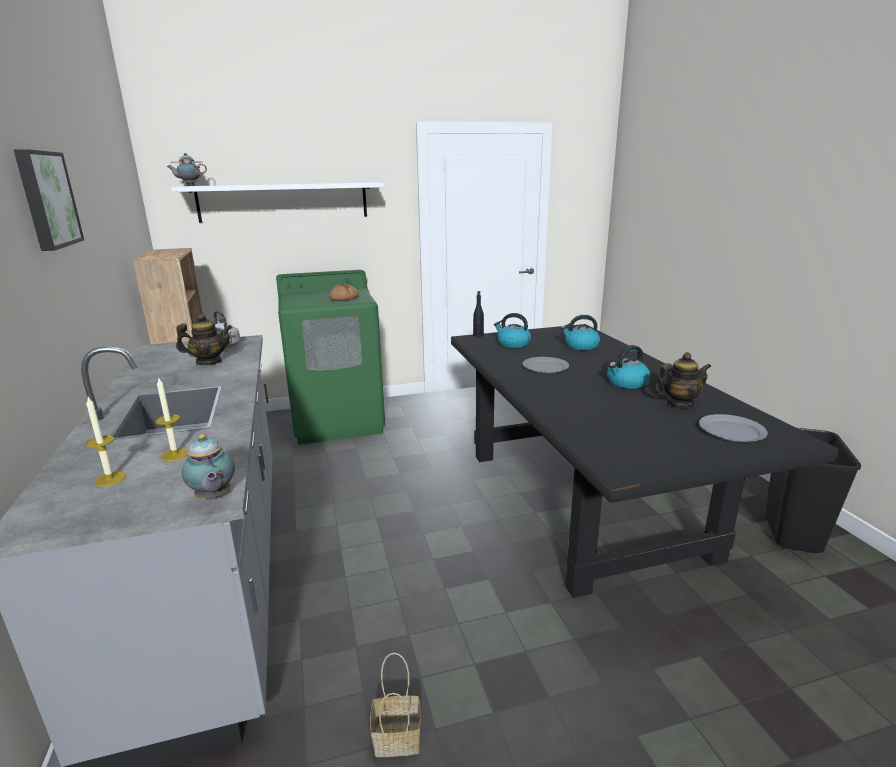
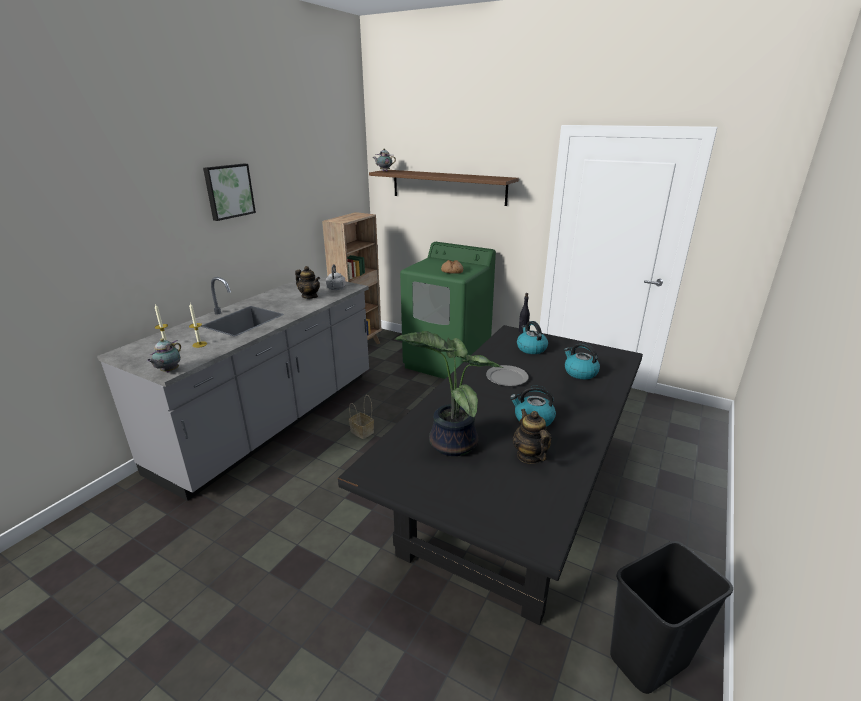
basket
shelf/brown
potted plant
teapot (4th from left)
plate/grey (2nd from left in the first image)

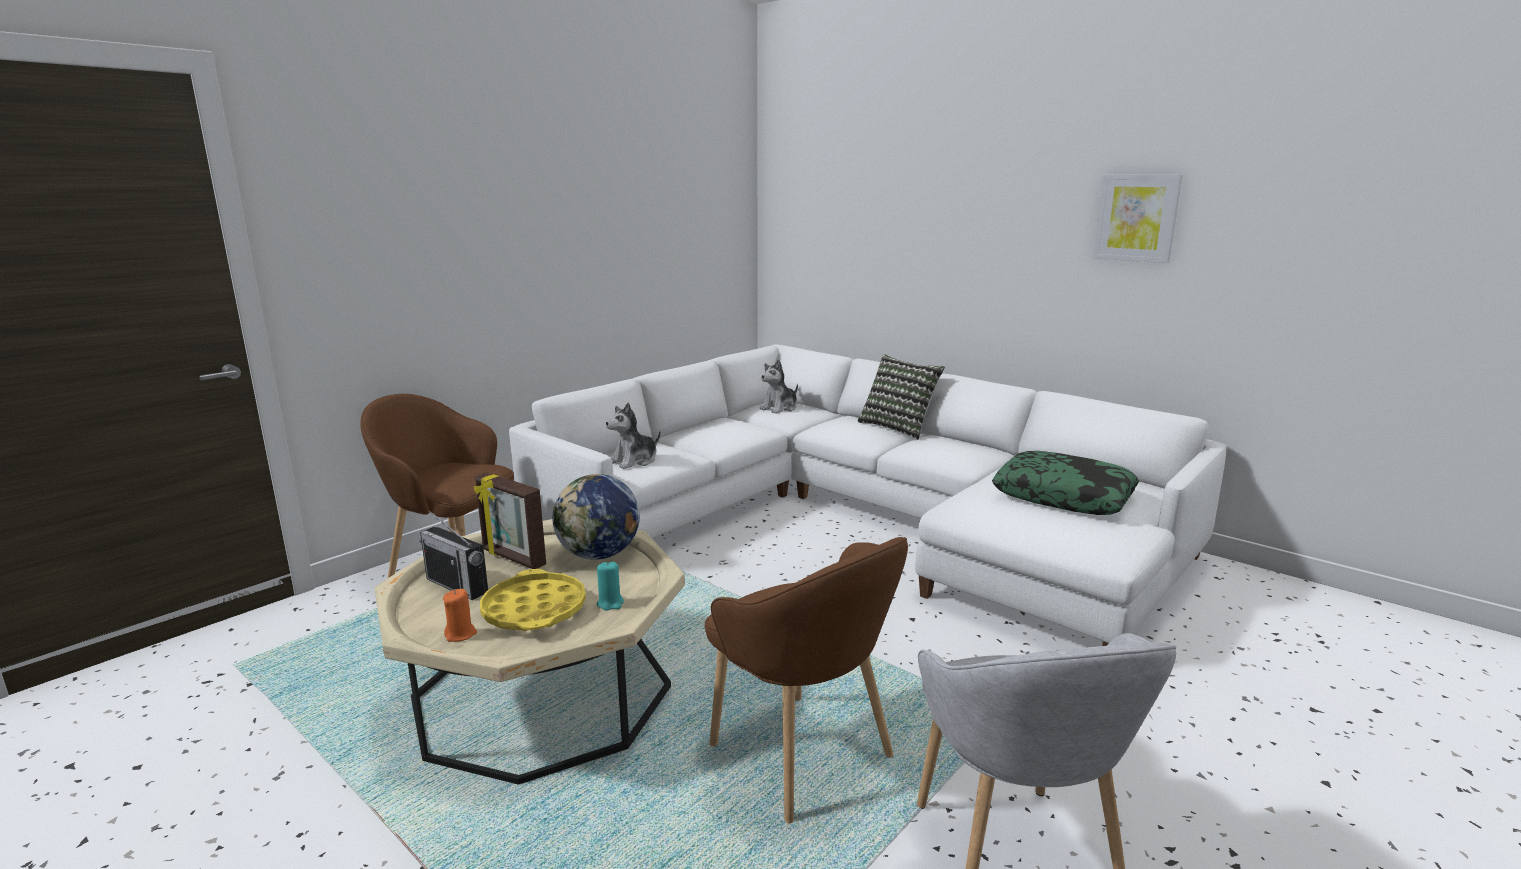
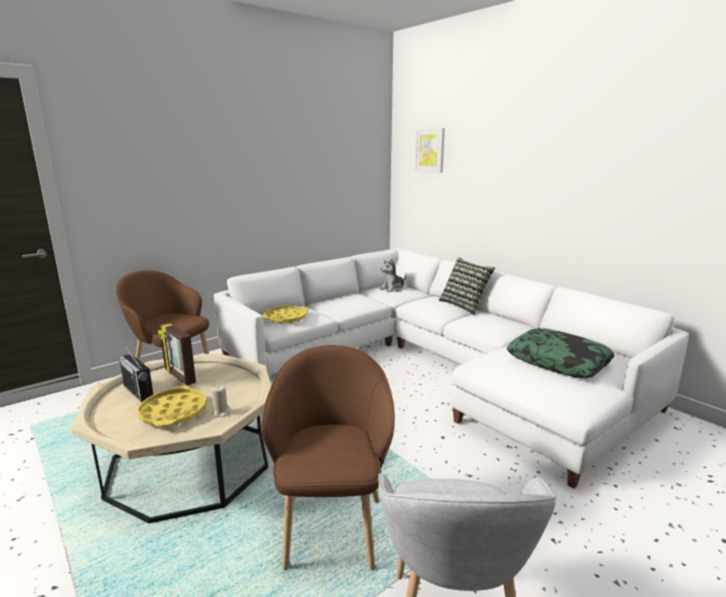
candle/beige
armchair/brown (2nd from left)
tray/yellow (2nd from left)
picture
candle/orange
globe

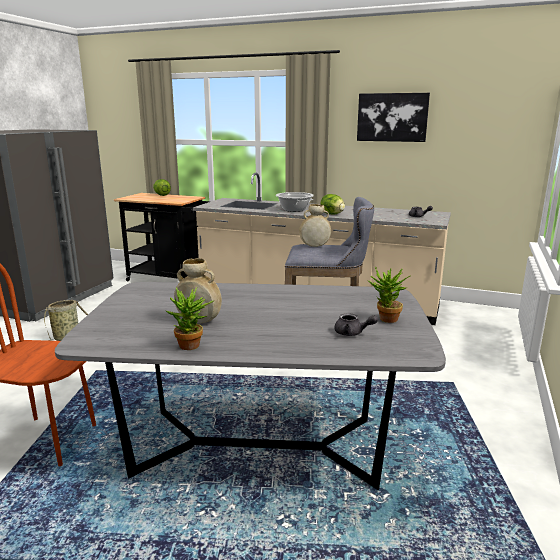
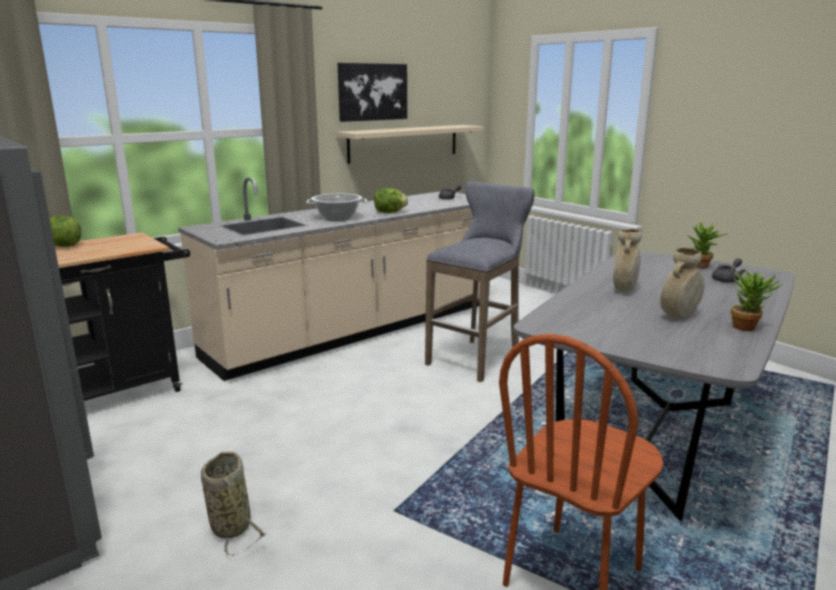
shelf/beige
vase/beige (1st from left)

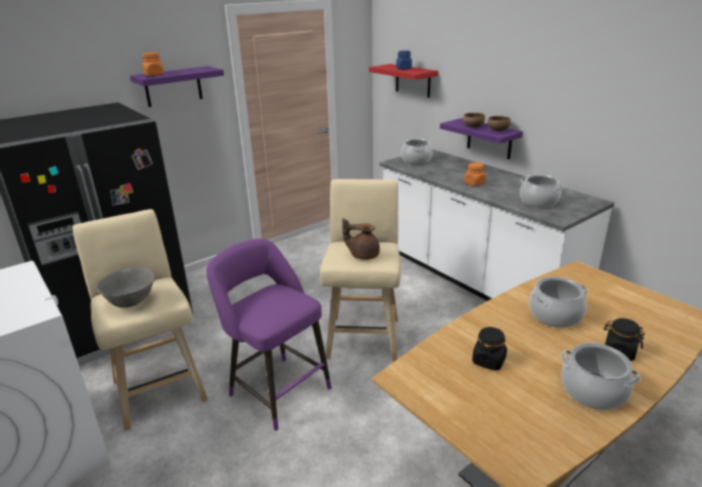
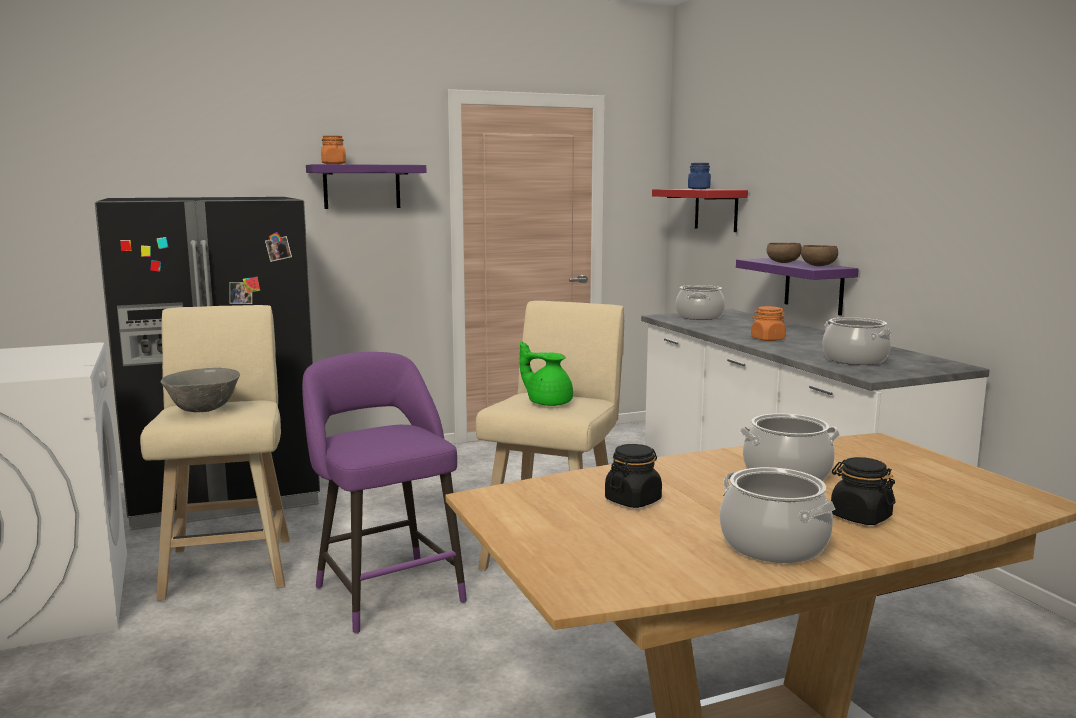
teapot/green

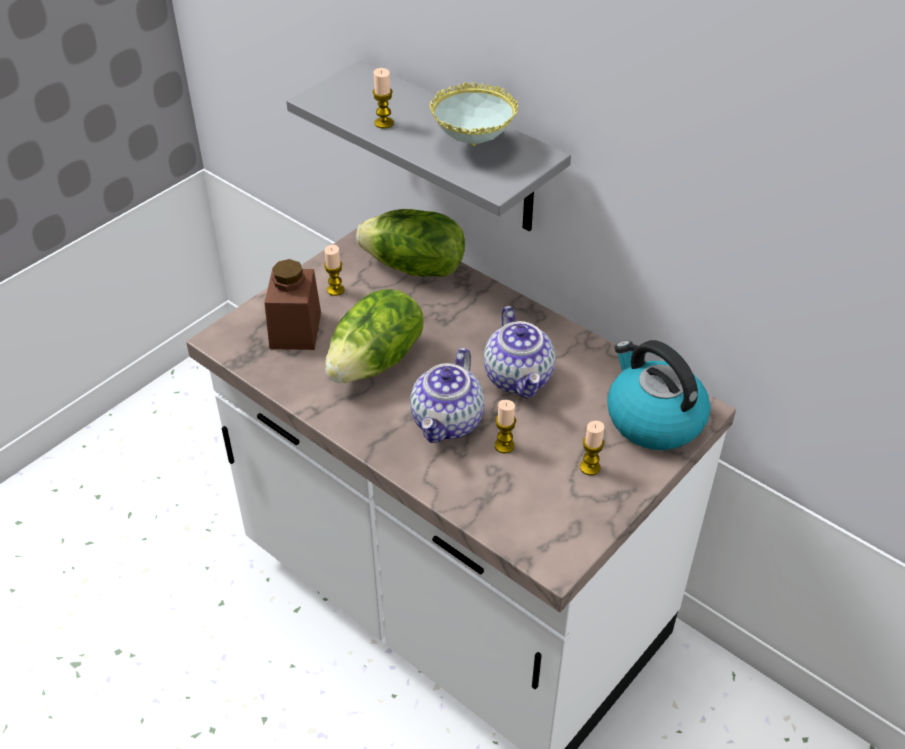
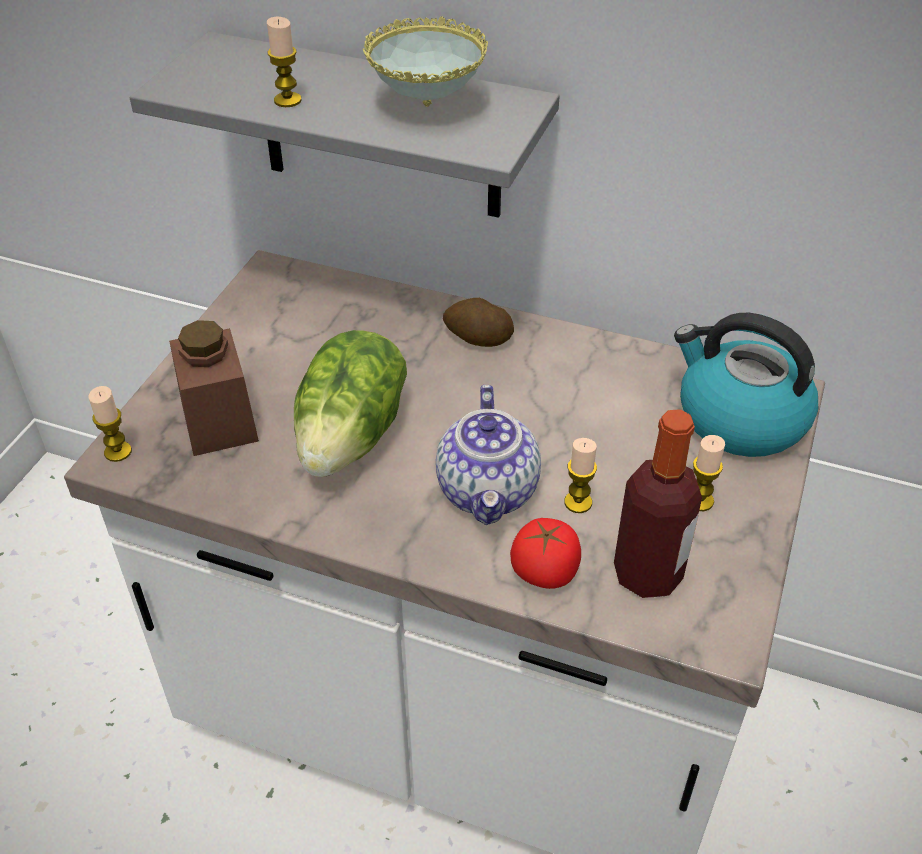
candle (1st from left)
potato
tomato
bottle
lettuce (2nd from left in the first image)
teapot (2nd from left in the first image)

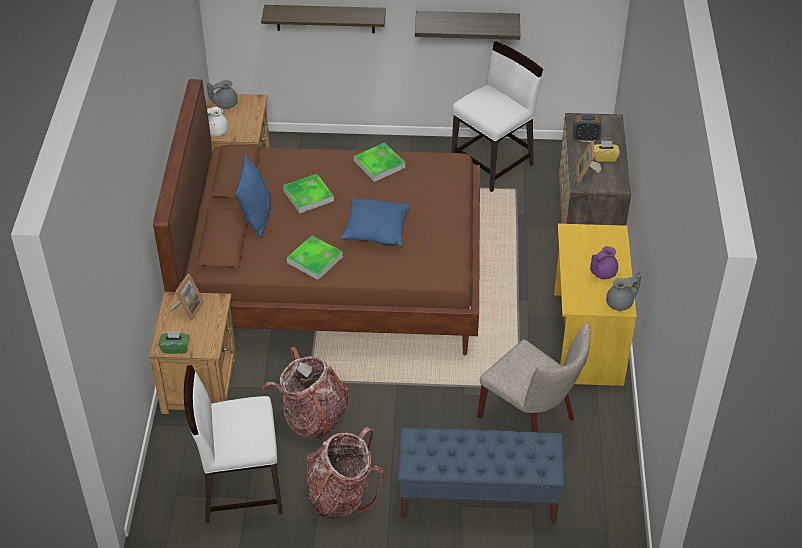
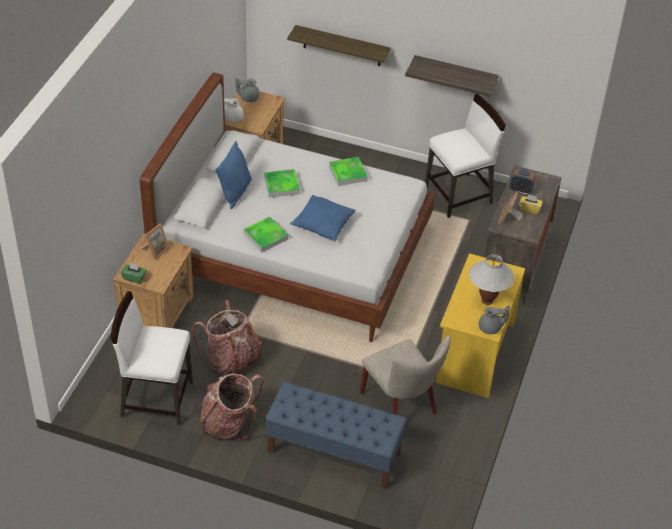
bed/white
table lamp/white

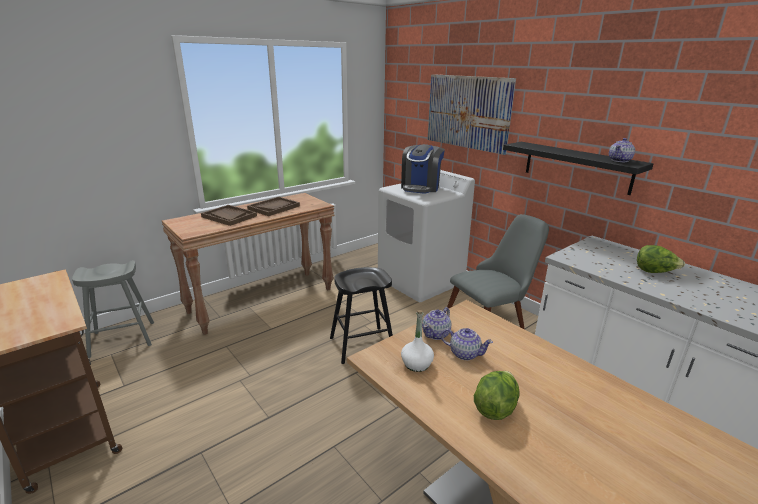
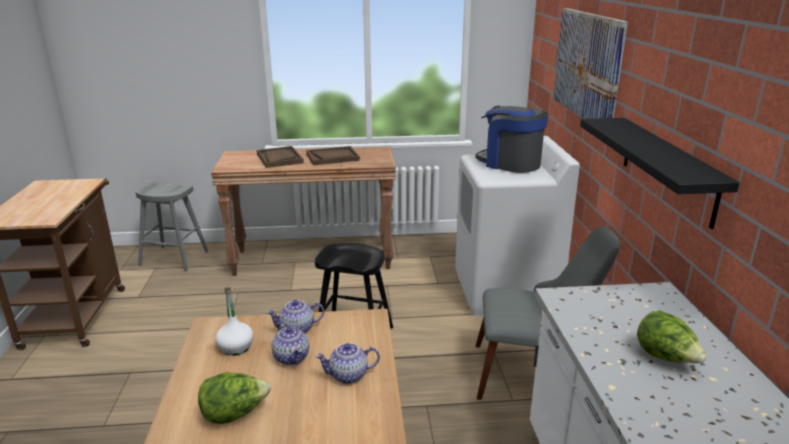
teapot (3rd from left)
coffee machine

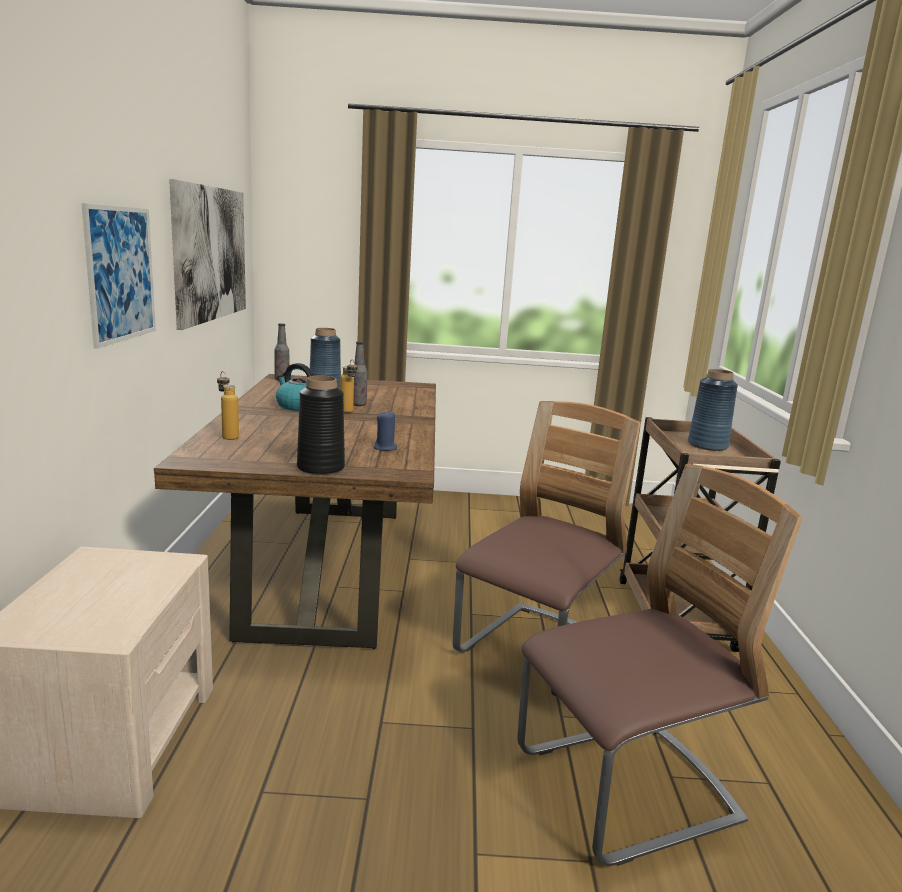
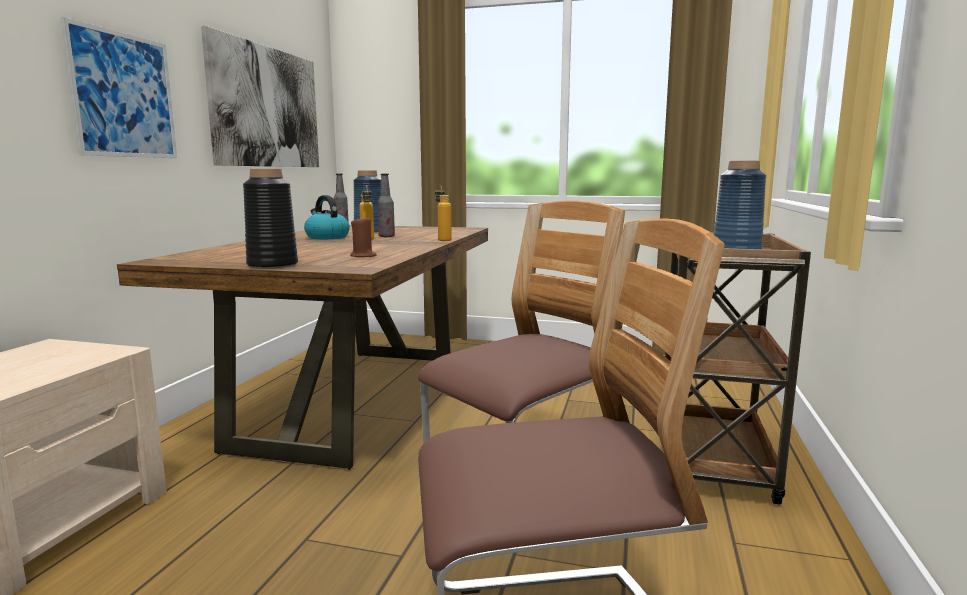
candle/brown
bottle (4th from left)

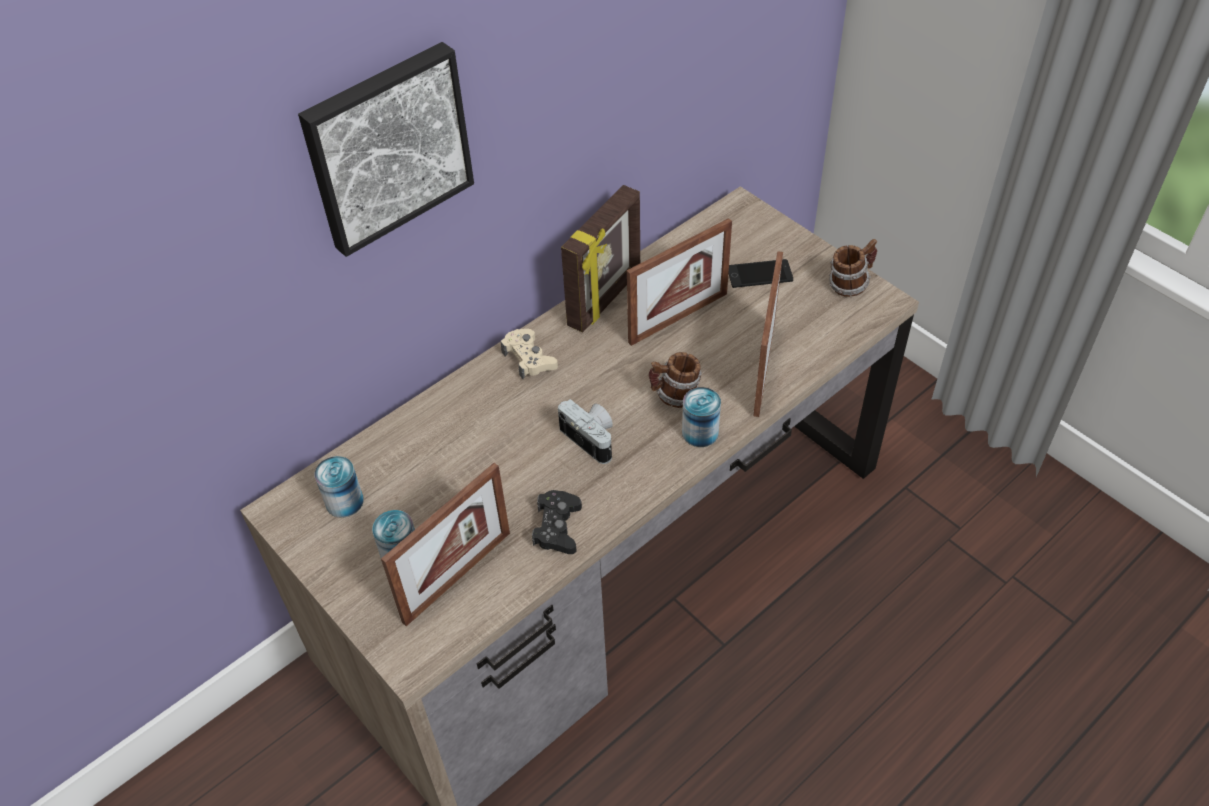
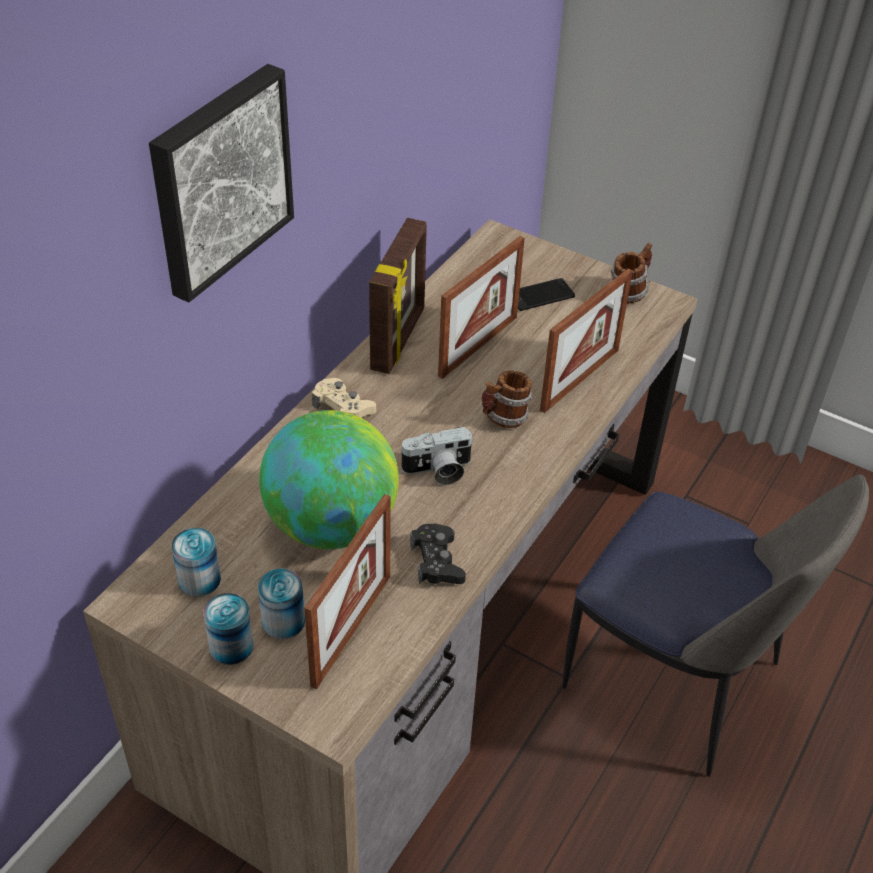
can (2nd from left)
globe
photo camera
picture frame (4th from left)
chair

